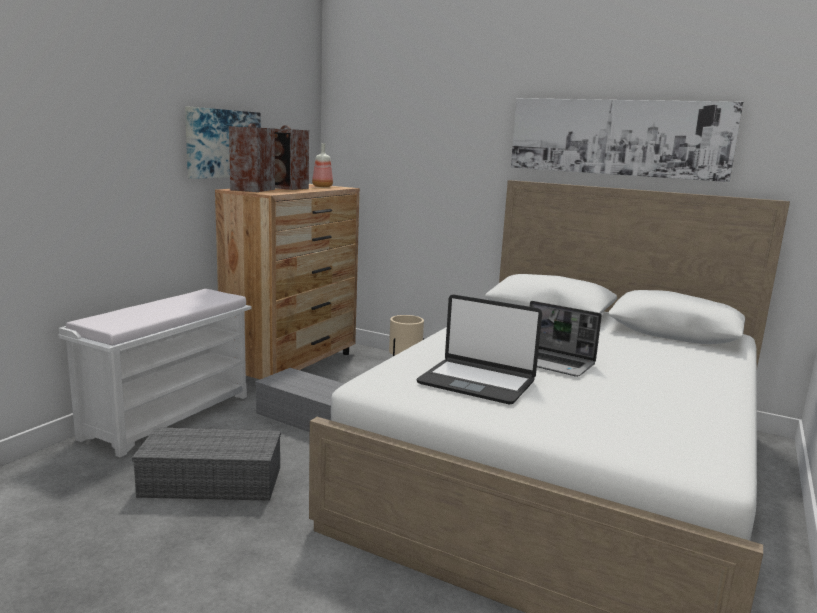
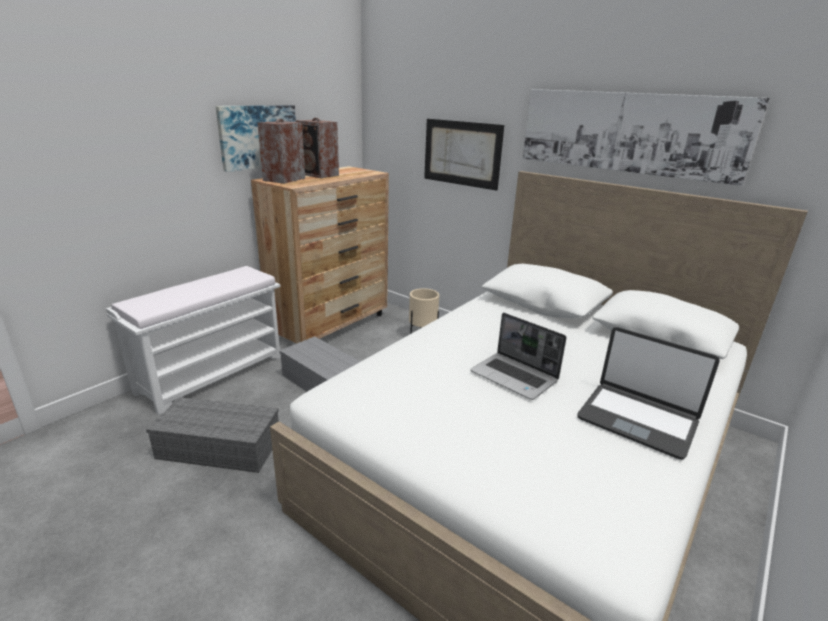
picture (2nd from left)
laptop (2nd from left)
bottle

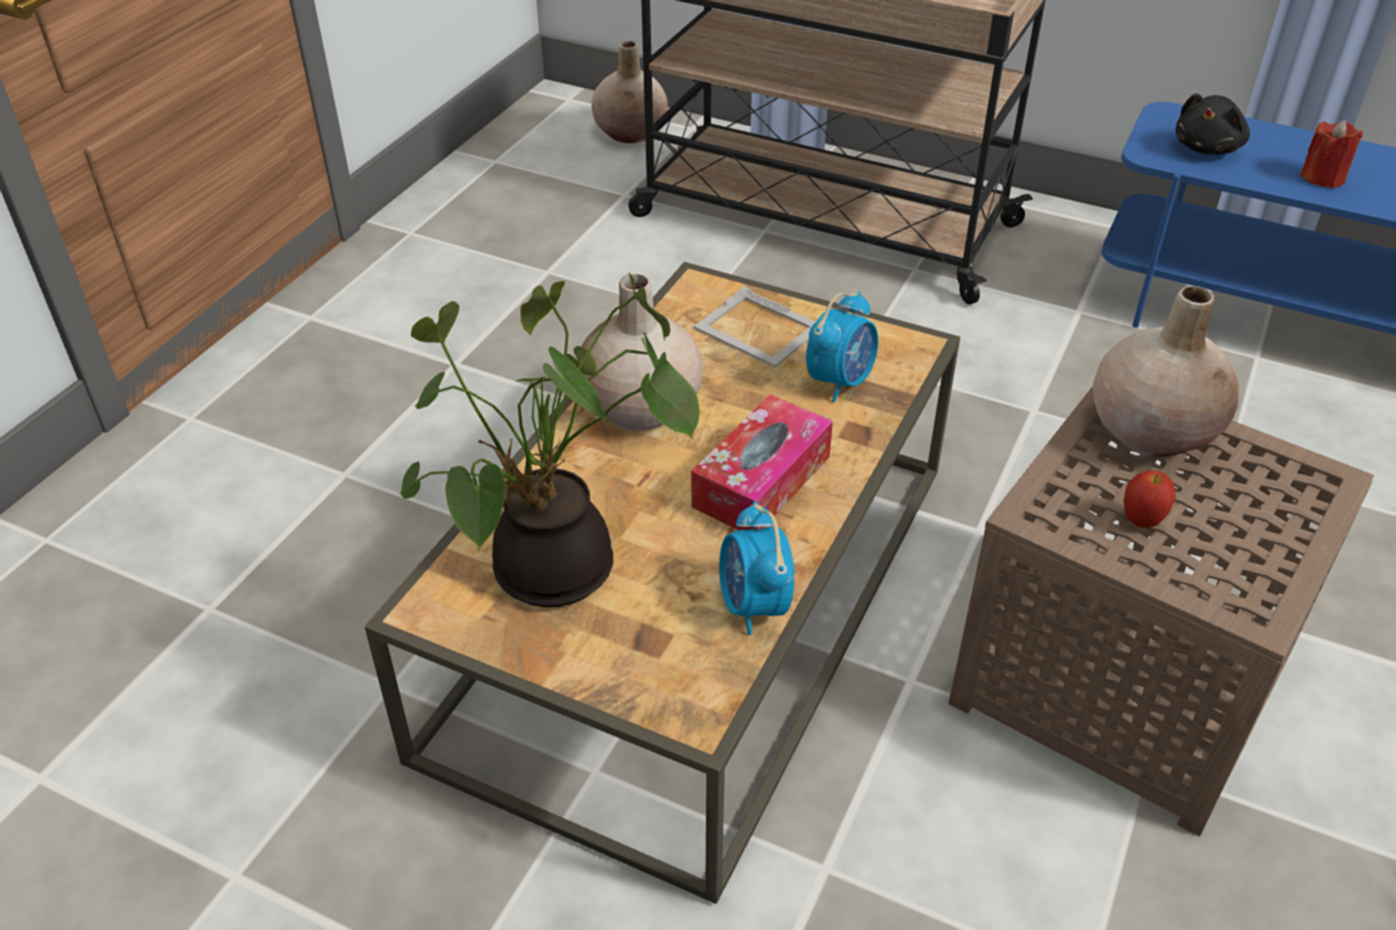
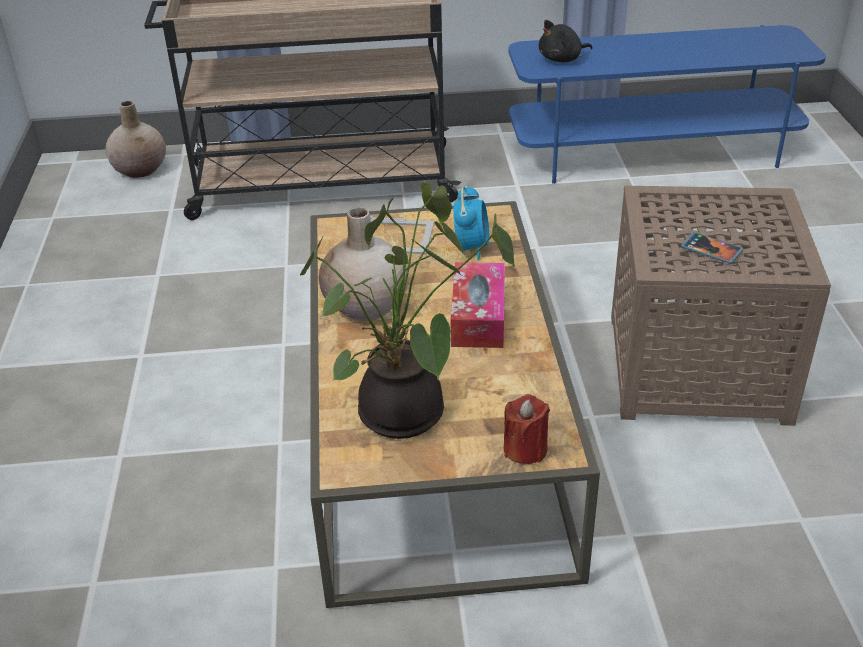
candle/red
plush toy/black
phone
alarm clock (1st from left in the first image)
vase/beige (3rd from left in the first image)

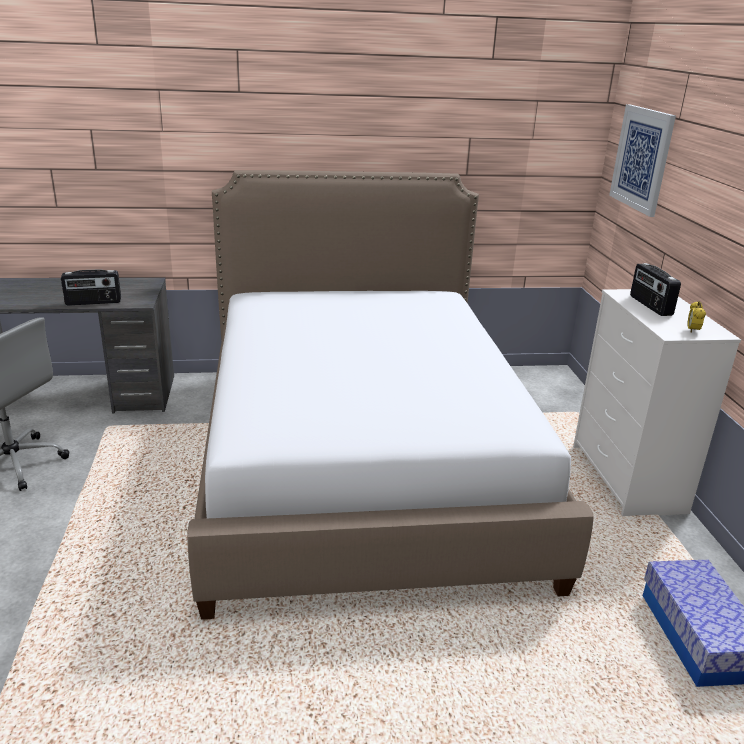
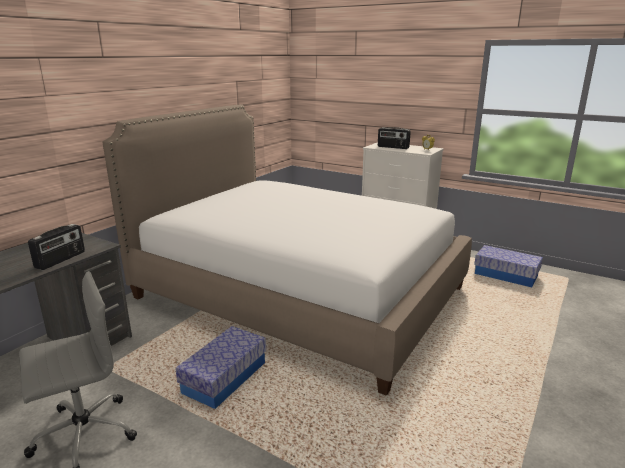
storage box (1st from left)
picture

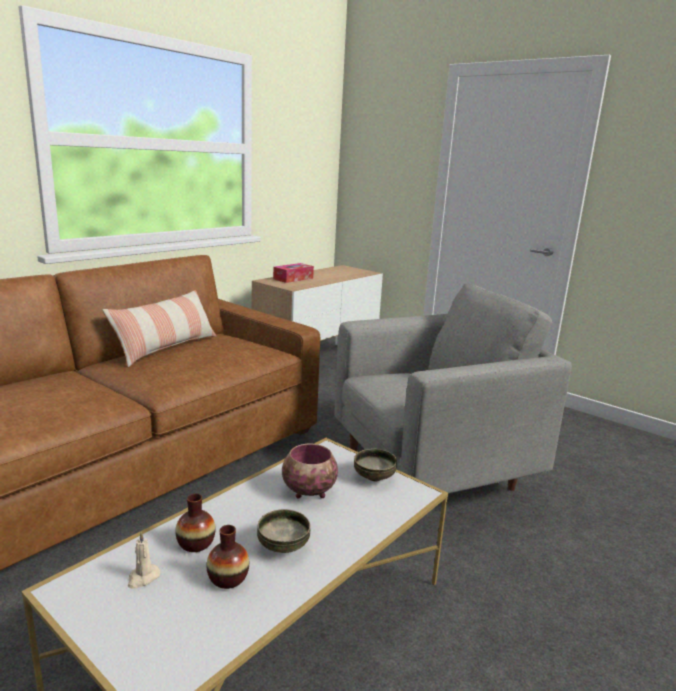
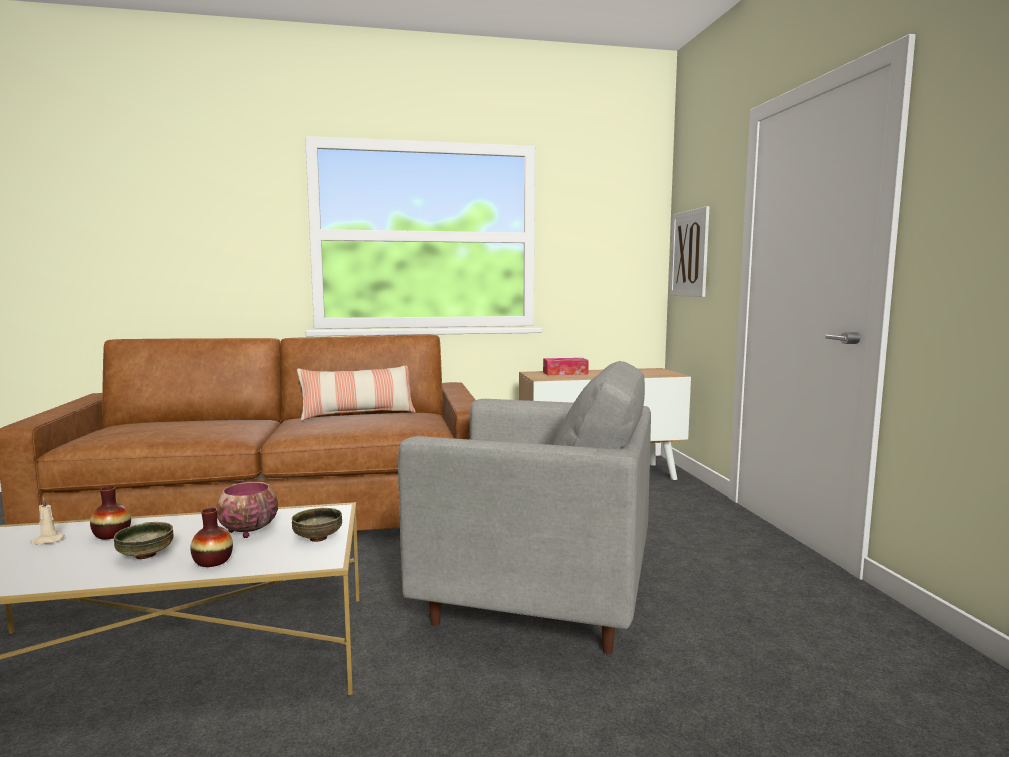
vase (2nd from left)
picture

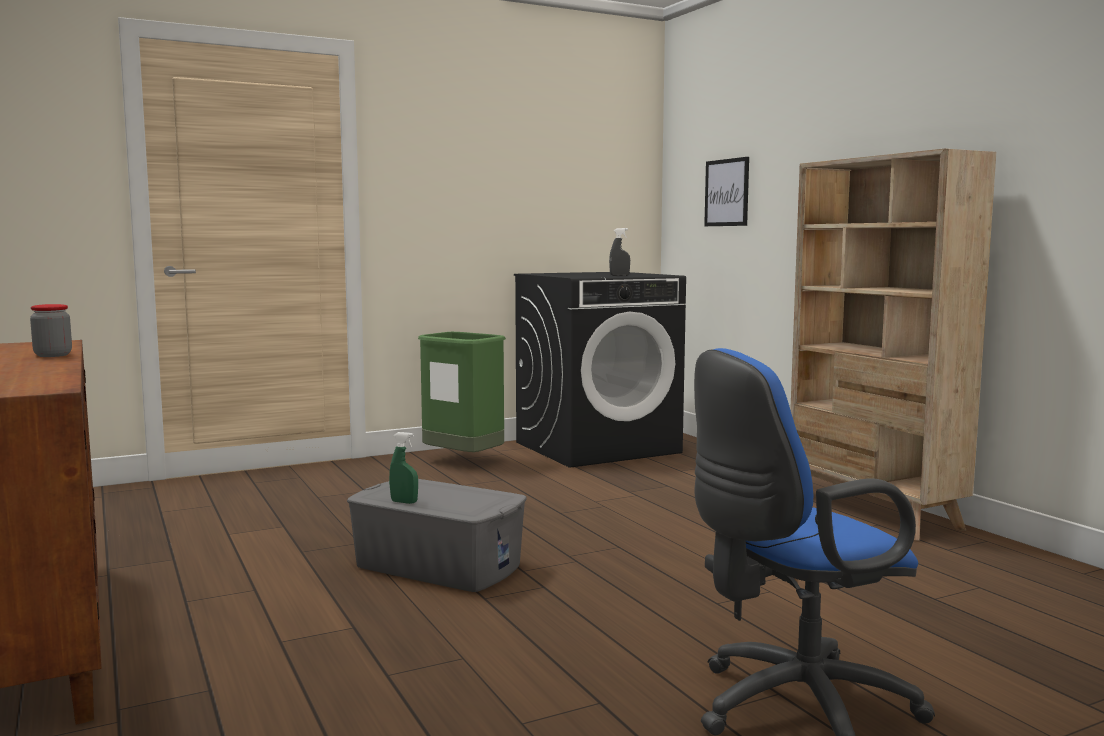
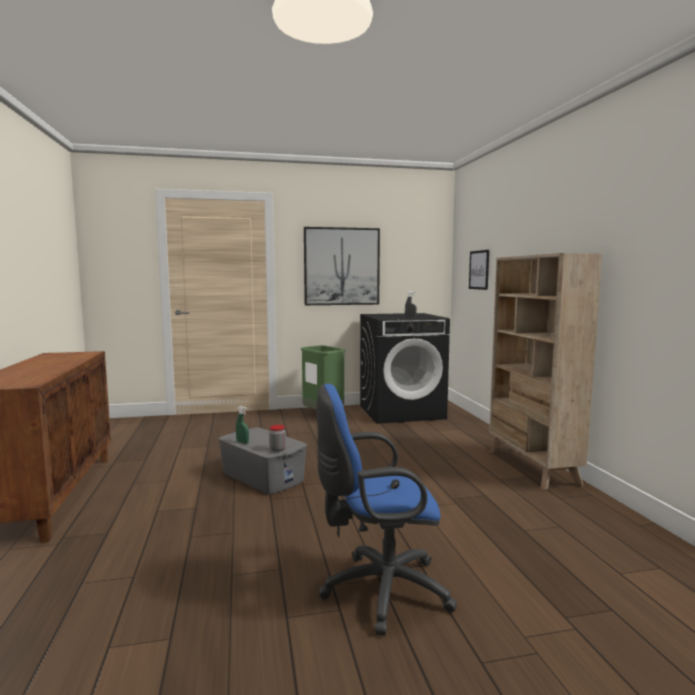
jar
picture (1st from left)

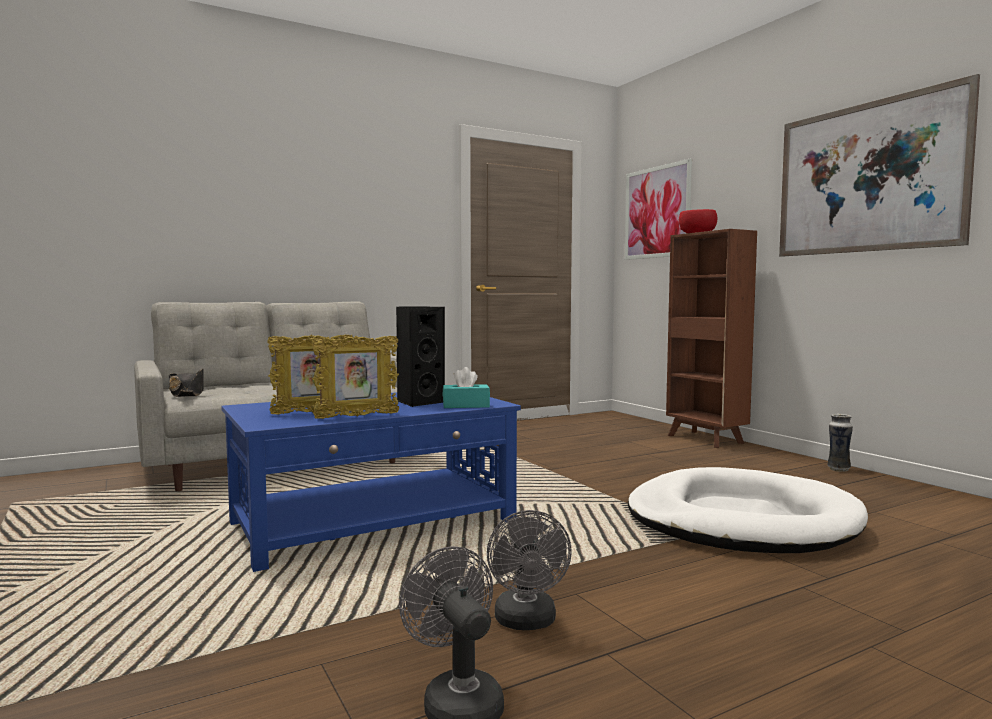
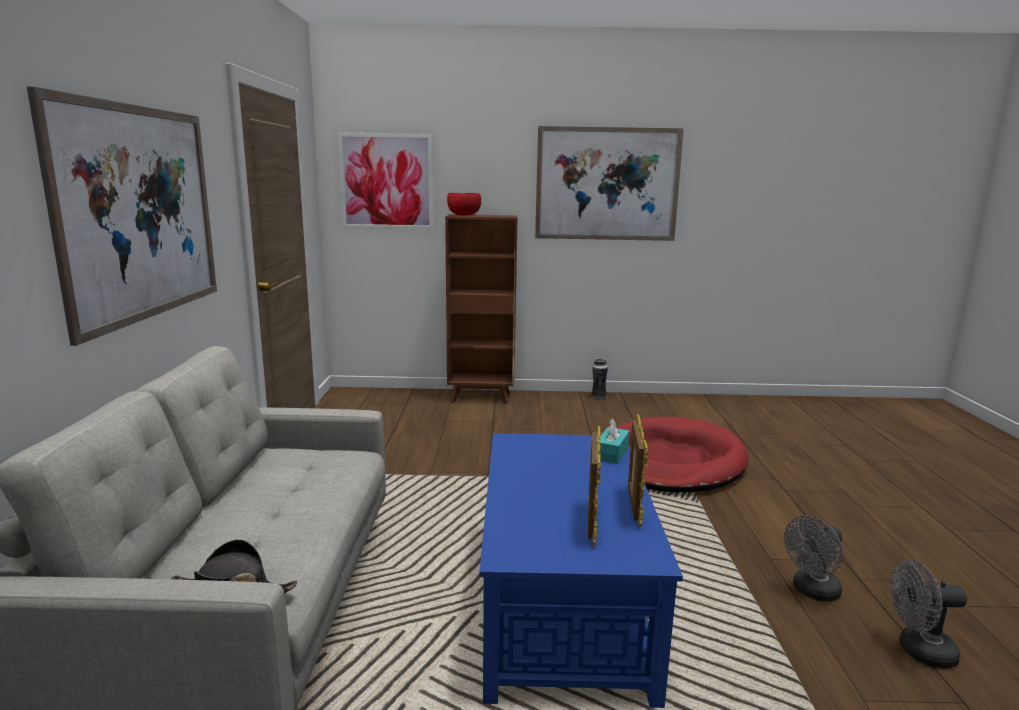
picture (1st from left)
dog bed/red
fan/grey (1st from left)
speaker/black

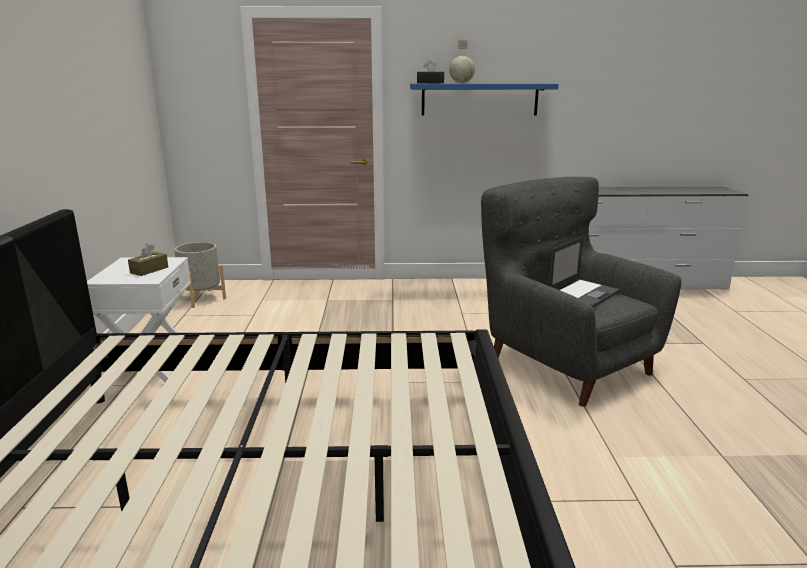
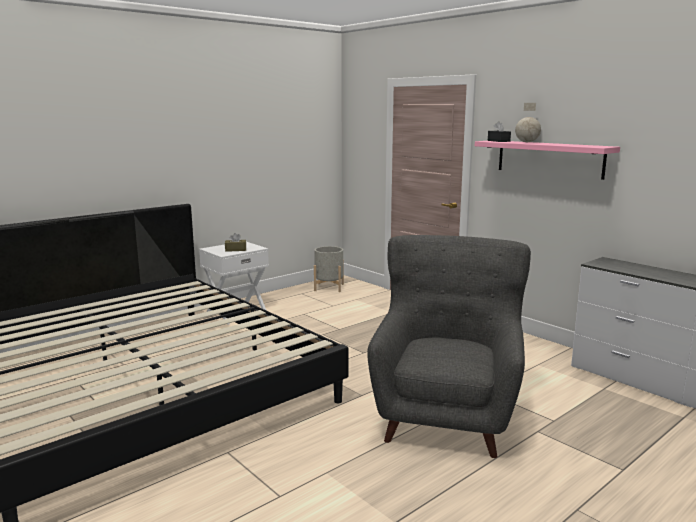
shelf/pink
laptop

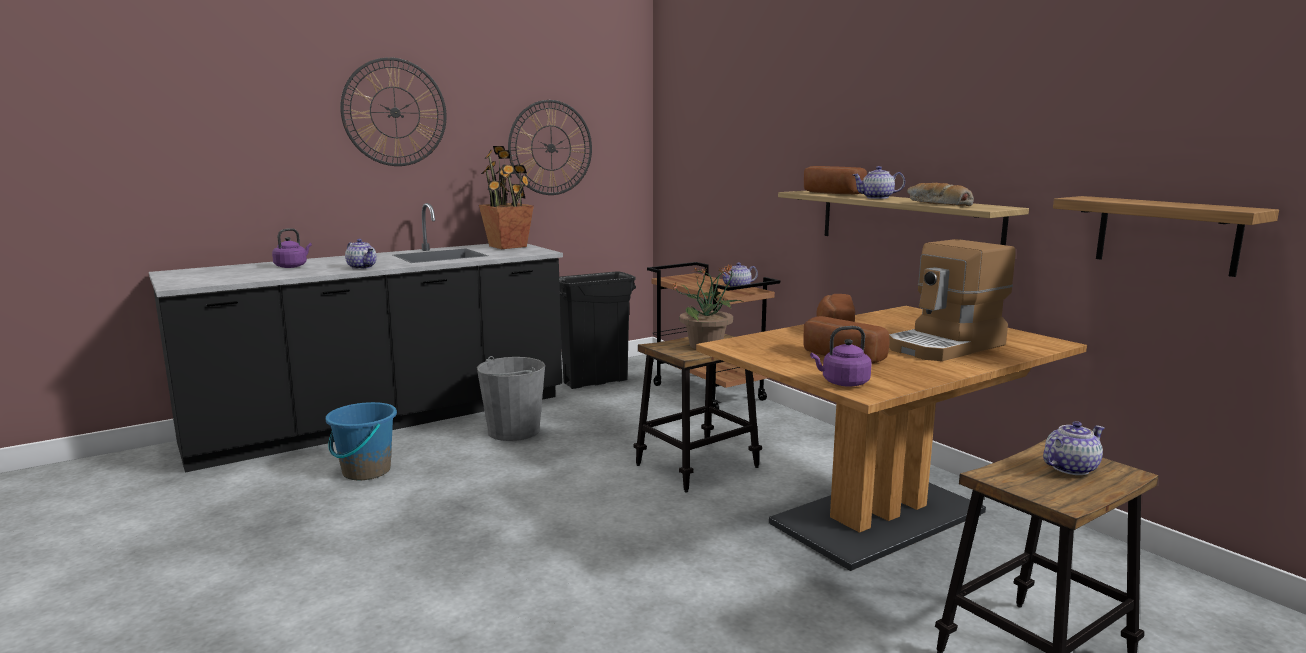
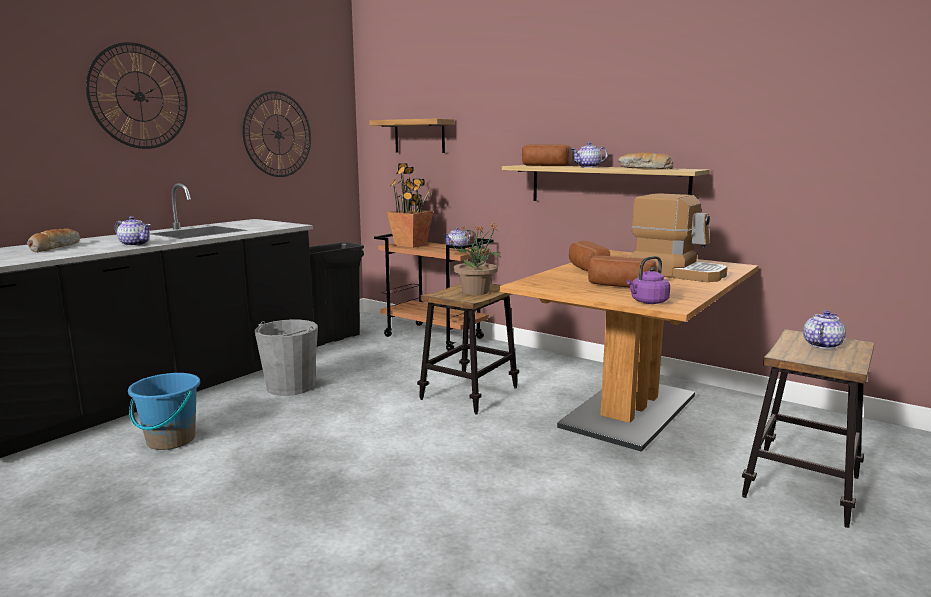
bread (1st from left)
shelf (1st from left)
potted plant (1st from left)
coffee machine

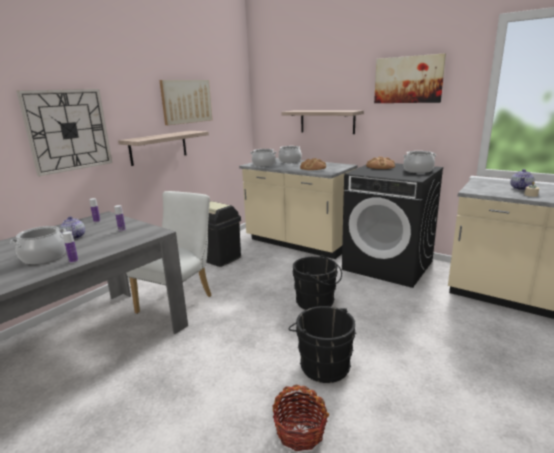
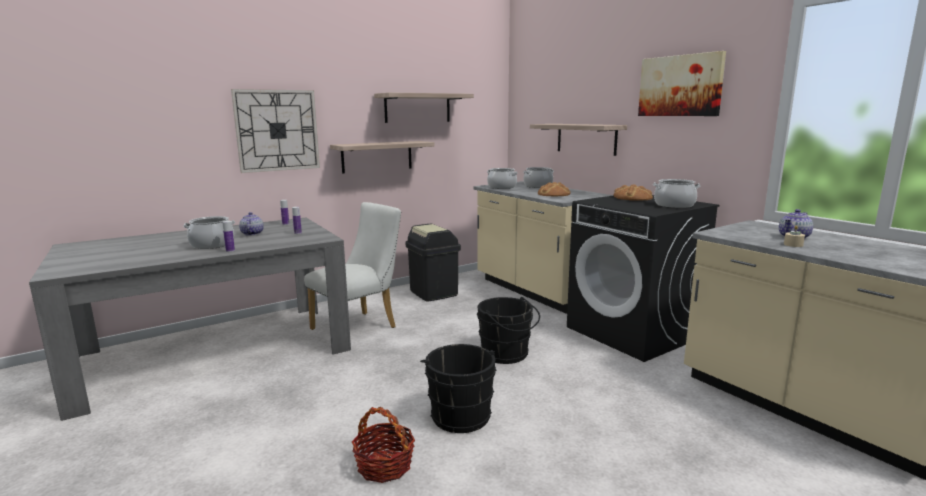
shelf (2nd from left)

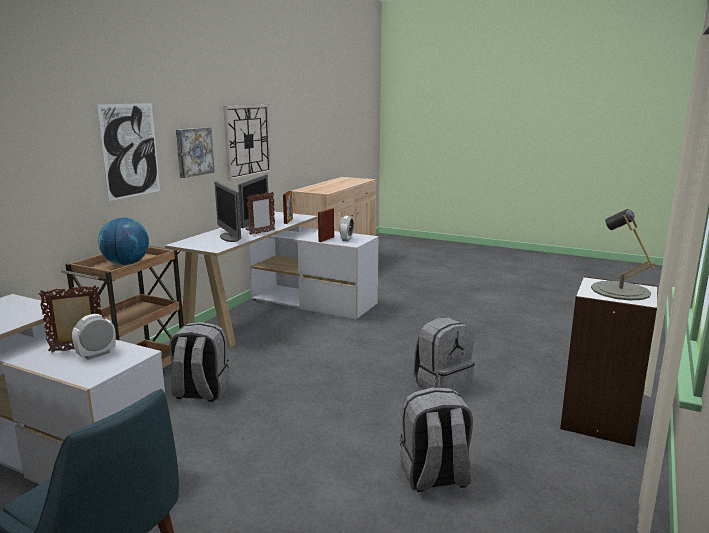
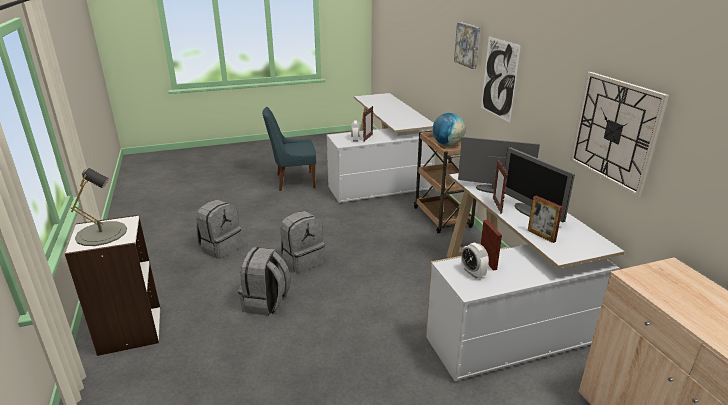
backpack/grey (3rd from left)
picture (1st from left)

